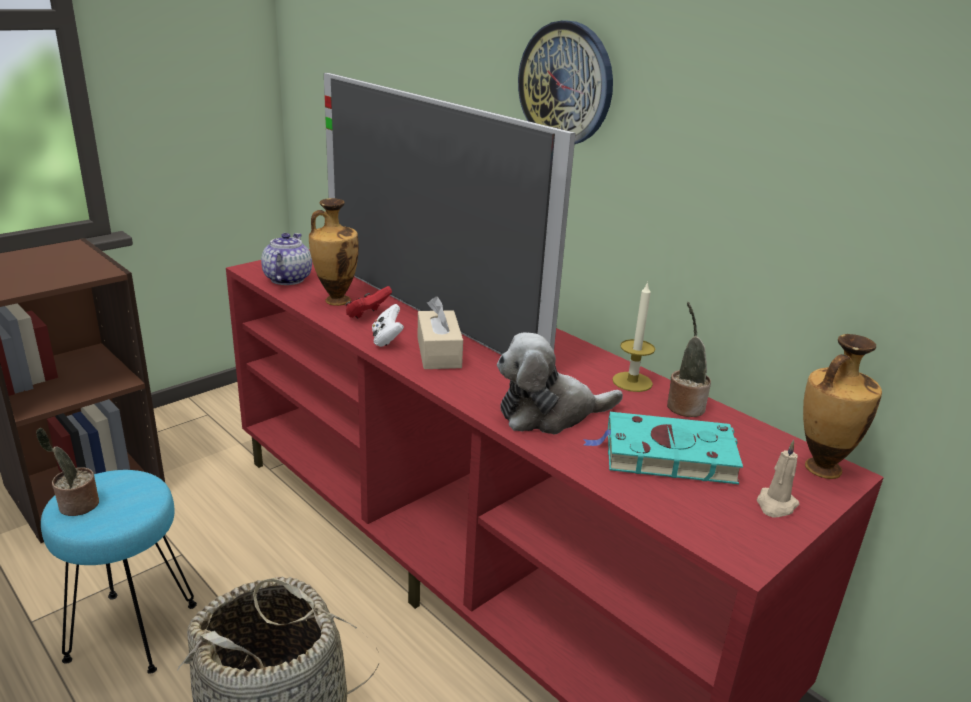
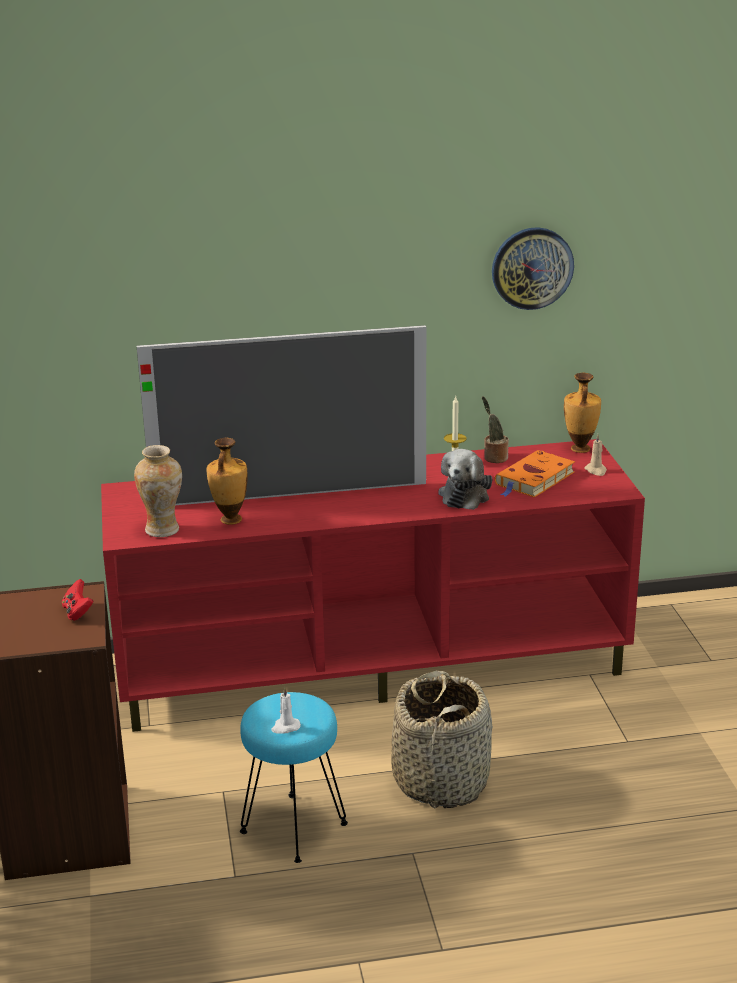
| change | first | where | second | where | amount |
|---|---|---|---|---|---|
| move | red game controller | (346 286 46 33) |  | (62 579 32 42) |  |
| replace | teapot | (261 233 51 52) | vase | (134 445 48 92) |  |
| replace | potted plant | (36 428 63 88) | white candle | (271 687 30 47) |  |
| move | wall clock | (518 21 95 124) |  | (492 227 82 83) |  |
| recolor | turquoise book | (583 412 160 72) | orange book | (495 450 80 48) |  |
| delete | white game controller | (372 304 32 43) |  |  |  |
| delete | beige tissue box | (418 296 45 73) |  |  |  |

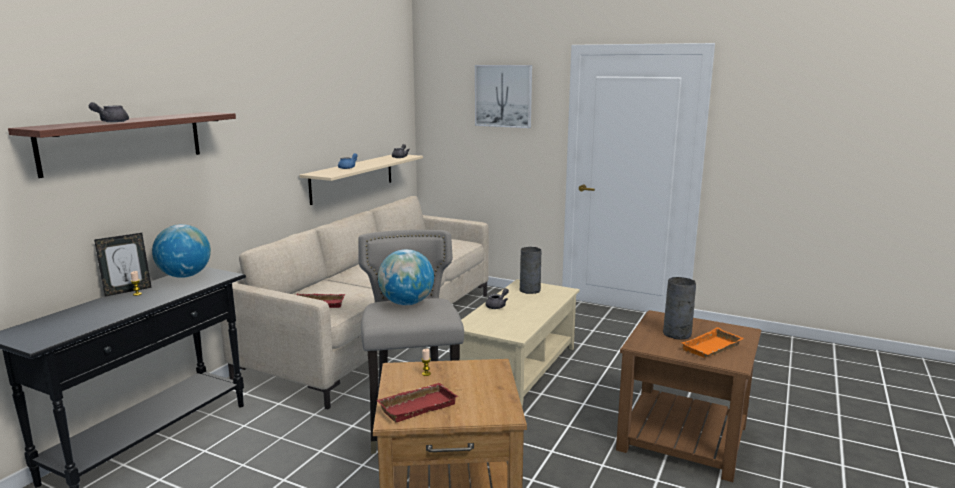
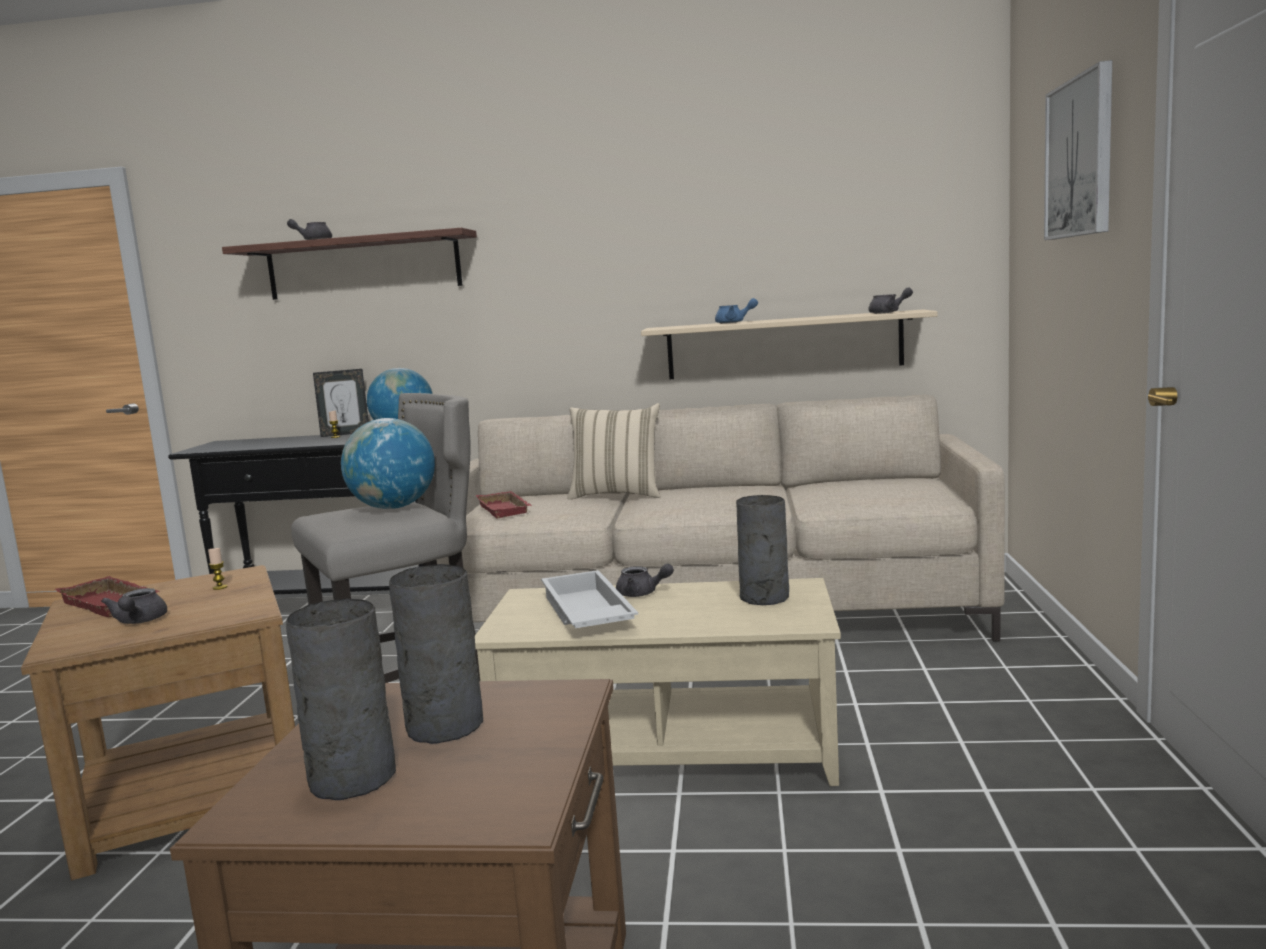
| change | first | where | second | where | amount |
|---|---|---|---|---|---|
| insert |  |  | grey teapot | (101 588 66 36) |  |
| replace | orange tray | (681 327 63 31) | grey vase | (286 598 110 202) |  |
| rotate | picture frame | (94 233 58 64) |  | (313 369 56 68) | 45 degrees counterclockwise |
| insert |  |  | white tray | (541 570 97 58) |  |
| insert |  |  | beige pillow | (567 403 93 96) |  |

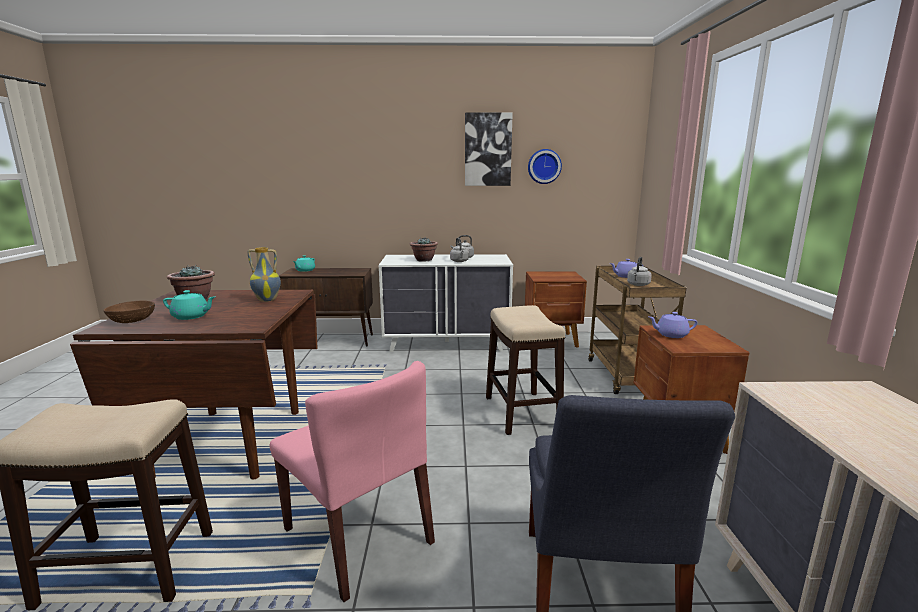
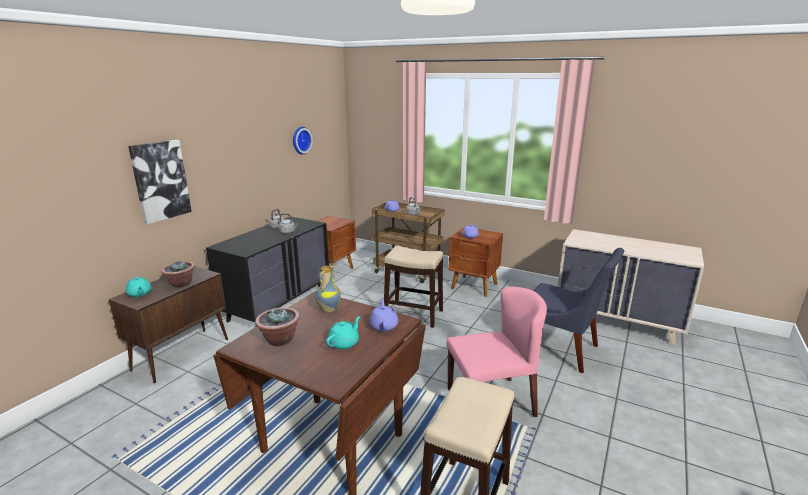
| change | first | where | second | where | amount |
|---|---|---|---|---|---|
| move | picture | (465 112 48 74) |  | (128 140 64 84) |  |
| move | potted plant | (410 237 28 25) |  | (161 260 34 28) |  |
| recolor | white dresser | (379 254 134 98) | black dresser | (206 217 123 110) |  |
| insert |  |  | purple teapot | (369 300 29 32) |  |
| delete | brown bowl | (103 301 52 22) |  |  |  |

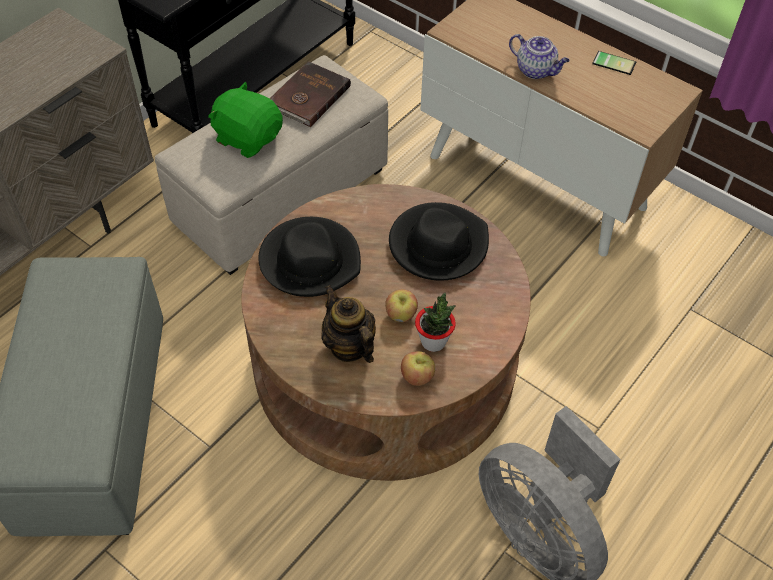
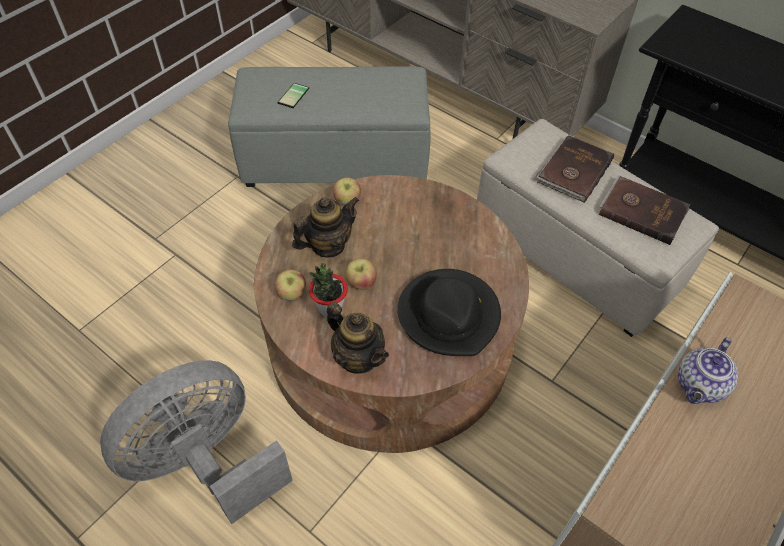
| change | first | where | second | where | amount |
|---|---|---|---|---|---|
| move | phone | (592 51 44 24) |  | (277 83 32 25) |  |
| insert |  |  | teapot | (327 302 62 72) |  |
| insert |  |  | apple | (333 177 28 29) |  |
| replace | green plush toy | (208 82 75 76) | brown book | (533 135 81 68) |  |
| delete | black hat | (258 217 103 80) |  |  |  |

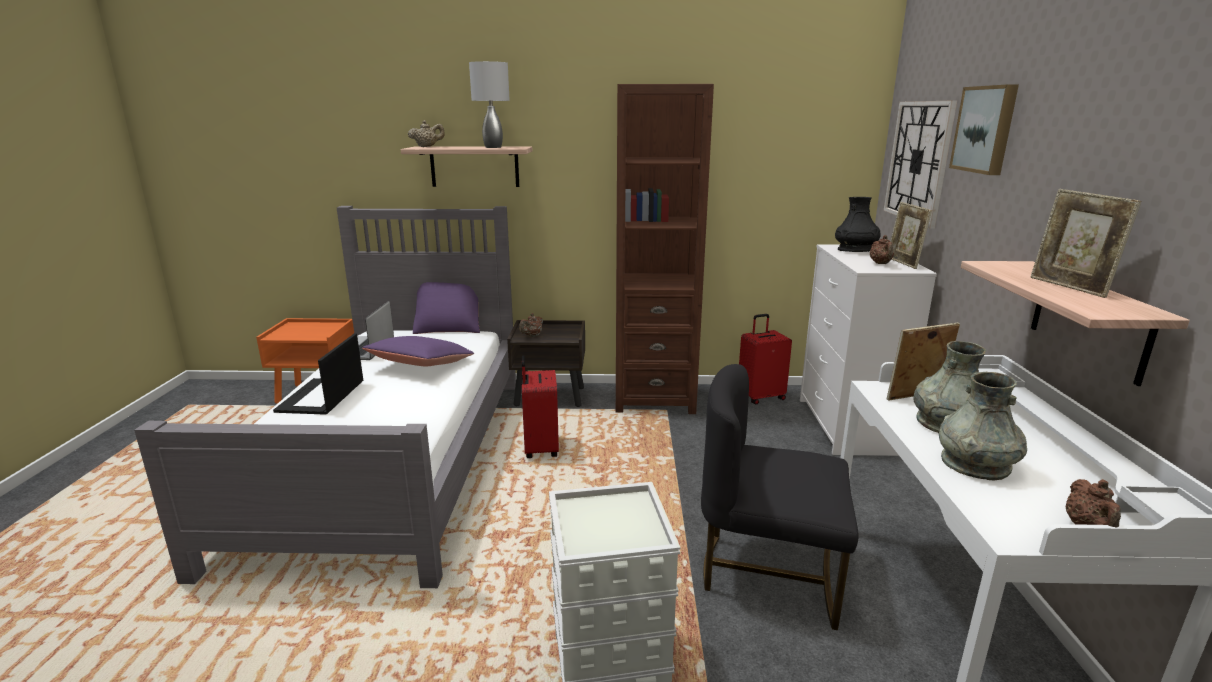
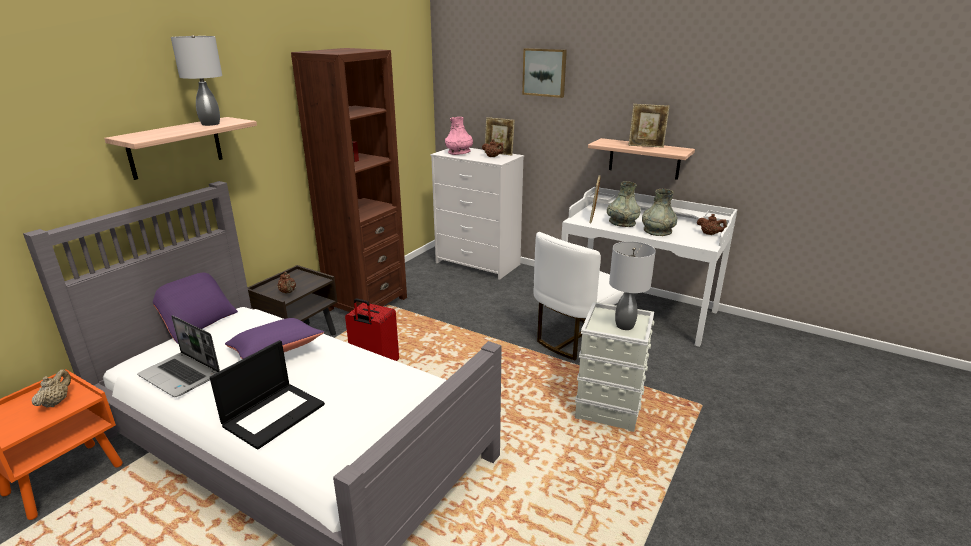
| change | first | where | second | where | amount |
|---|---|---|---|---|---|
| move | beige teapot | (408 120 37 27) |  | (32 370 39 38) |  |
| rotate | laptop | (273 334 90 81) |  | (210 340 115 110) | 90 degrees counterclockwise |
| recolor | black vase | (835 197 46 55) | pink vase | (445 117 28 38) |  |
| recolor | black chair | (701 364 158 266) | white chair | (534 232 90 128) |  |
| insert |  |  | grey table lamp | (609 241 47 89) |  |
| delete | red suitcase | (739 314 53 90) |  |  |  |
| delete | wall clock | (884 100 73 129) |  |  |  |

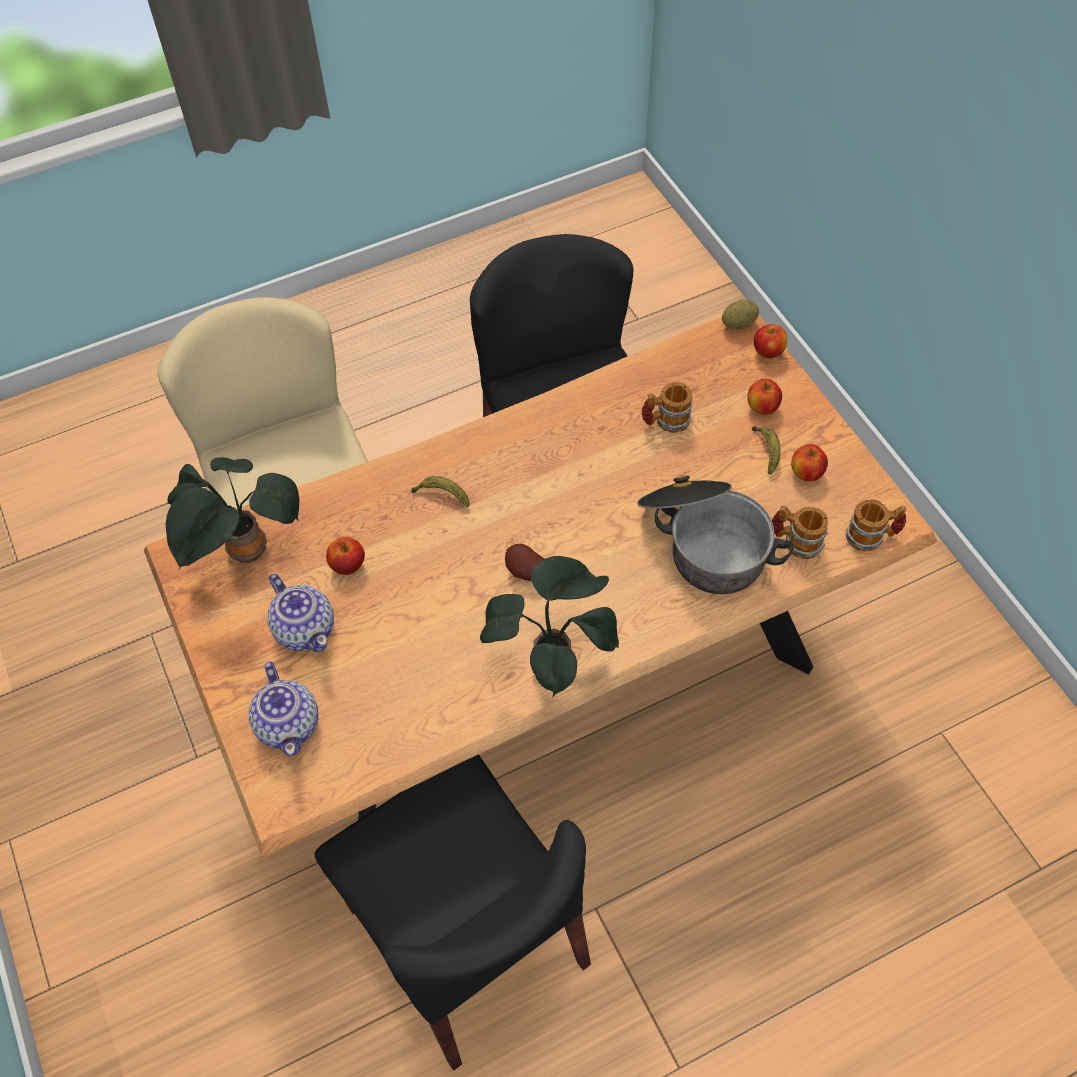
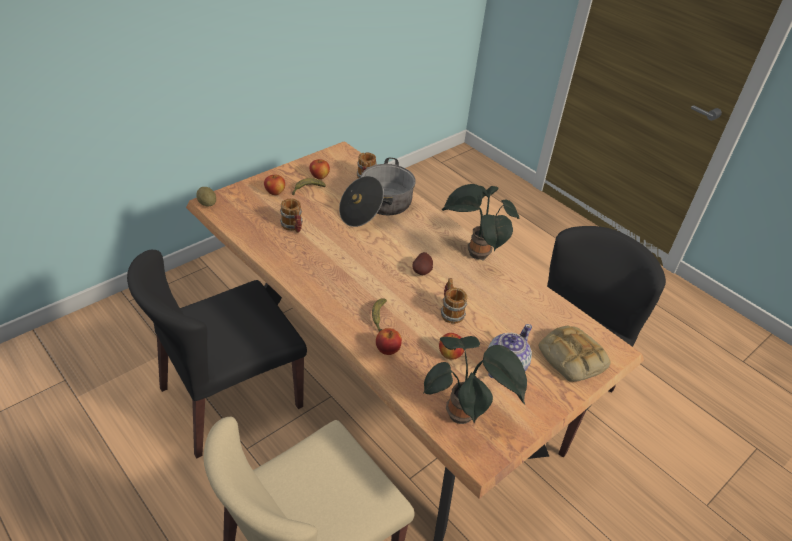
| change | first | where | second | where | amount |
|---|---|---|---|---|---|
| move | apple | (754 324 33 34) |  | (376 328 26 27) |  |
| move | mug | (846 499 60 53) |  | (440 278 28 46) |  |
| replace | teapot | (249 661 70 95) | bread | (538 325 73 57) |  |

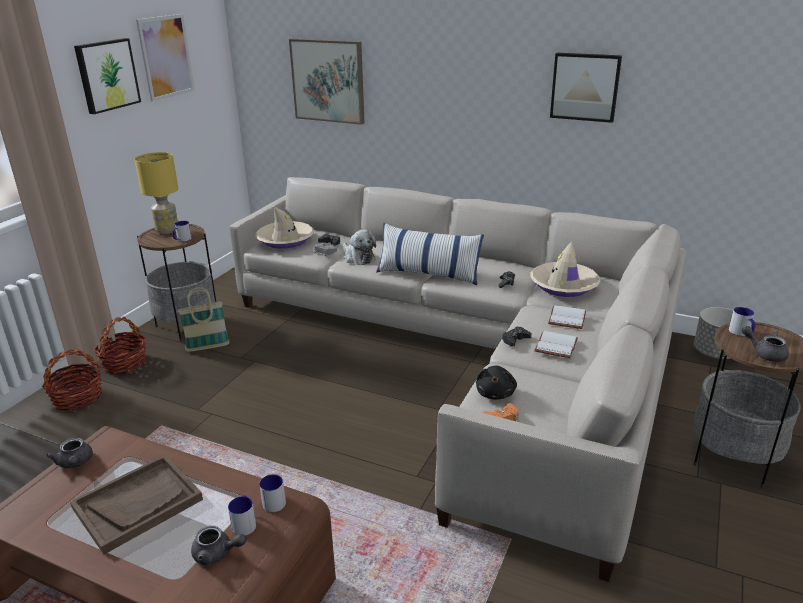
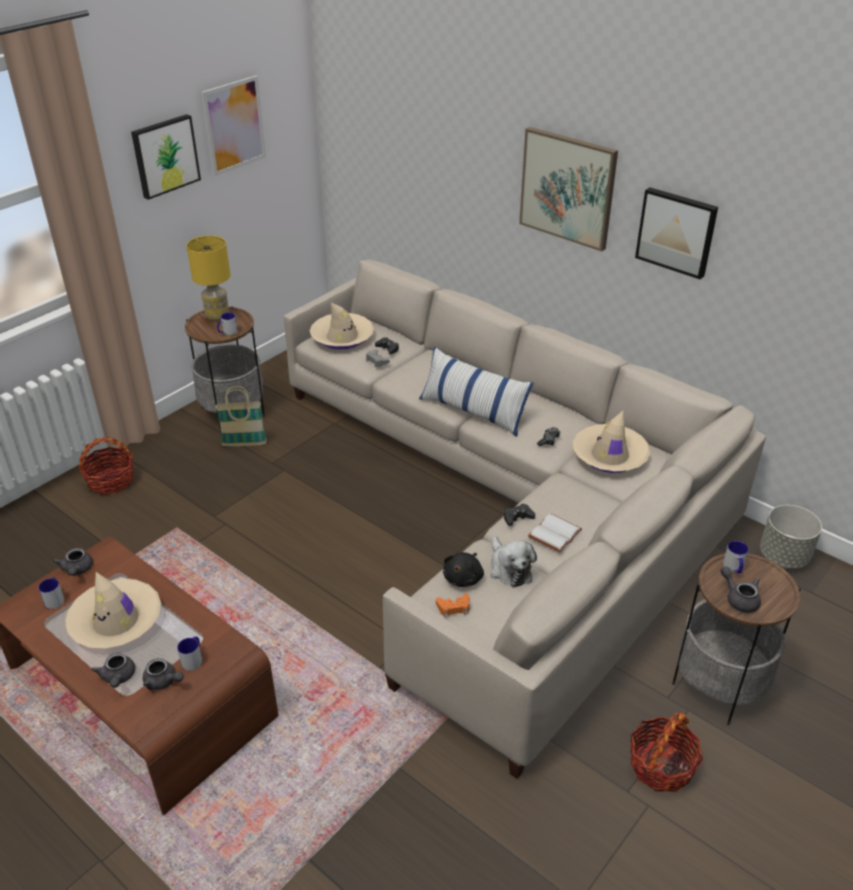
| change | first | where | second | where | amount |
|---|---|---|---|---|---|
| move | mug | (259 474 27 38) |  | (38 577 27 32) |  |
| replace | brown tray | (70 454 133 101) | beige hat | (65 572 96 77) |  |
| insert |  |  | grey teapot | (92 653 43 35) |  |
| move | plush toy | (343 229 33 36) |  | (491 536 46 52) |  |
| move | picture | (289 39 76 86) |  | (519 127 99 124) |  |
| move | basket | (94 316 53 58) |  | (630 712 73 80) |  |
| delete | white book | (548 305 38 24) |  |  |  |

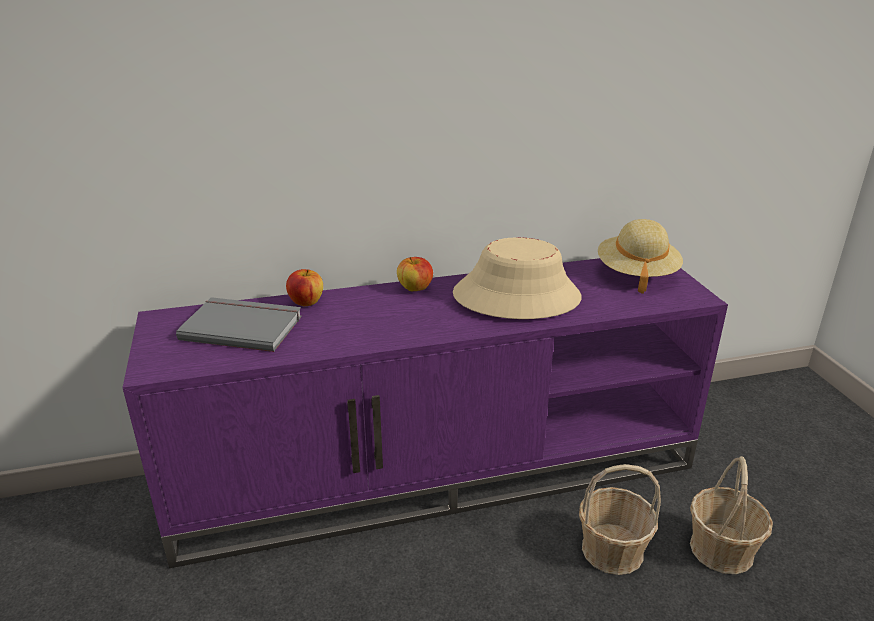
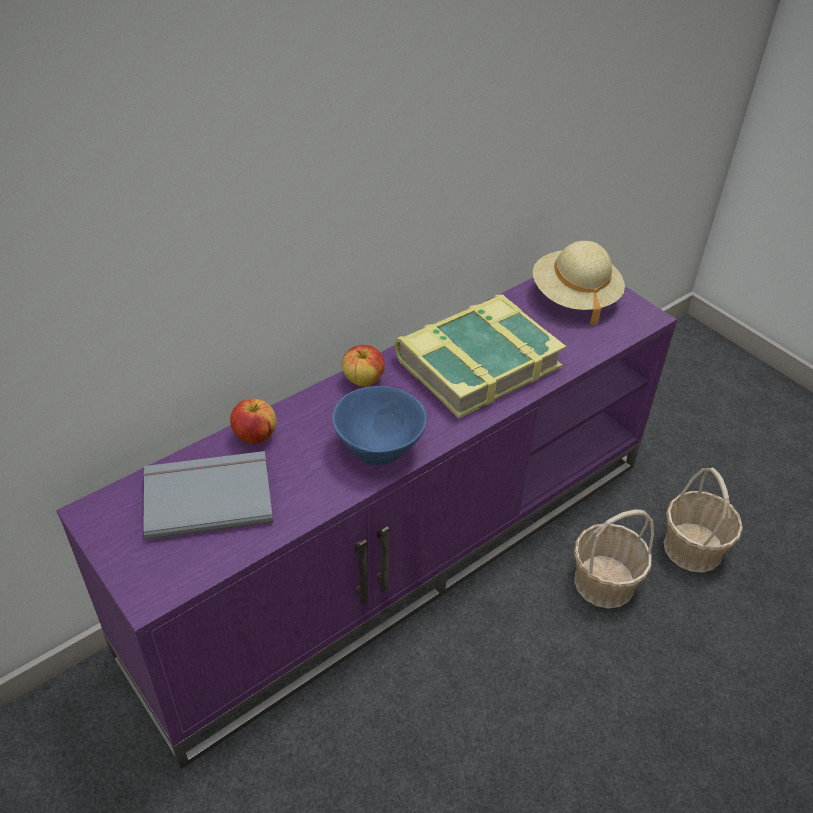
| change | first | where | second | where | amount |
|---|---|---|---|---|---|
| insert |  |  | blue bowl | (332 386 95 79) |  |
| replace | beige hat | (453 237 129 82) | book | (395 295 171 123) |  |

